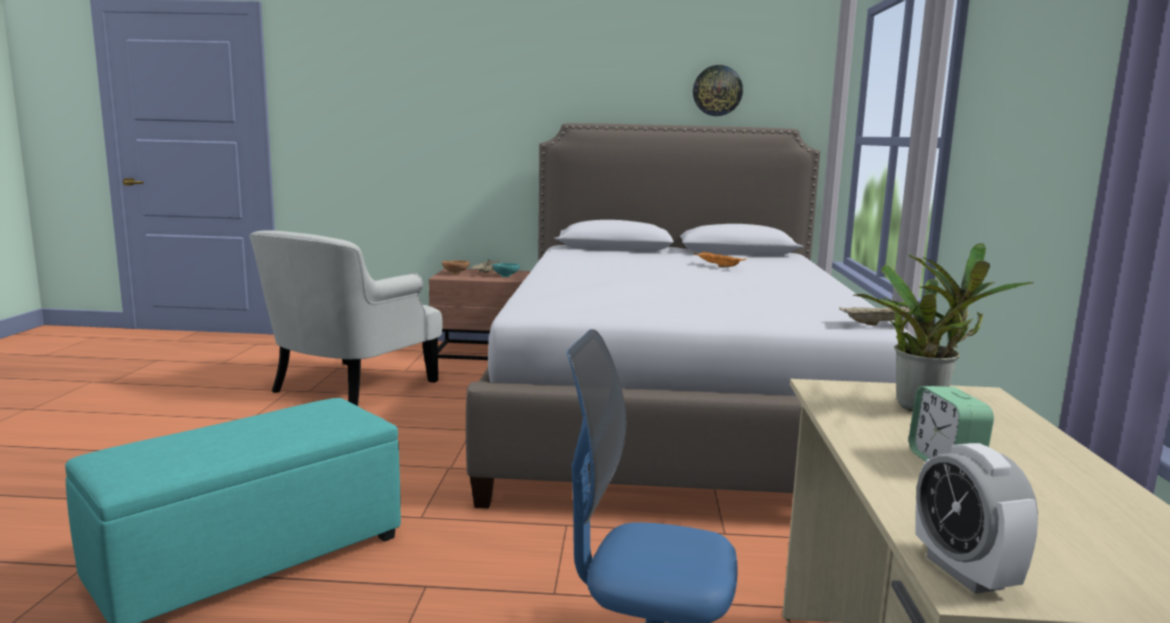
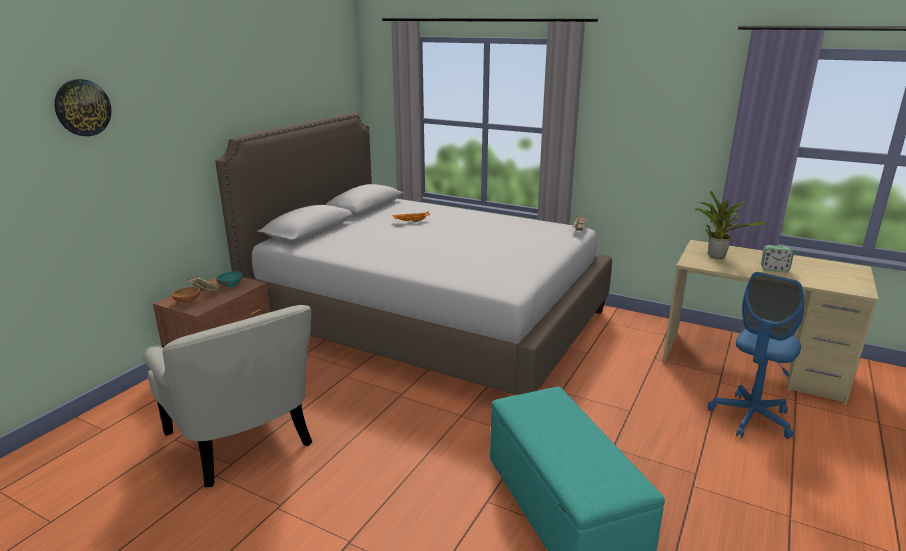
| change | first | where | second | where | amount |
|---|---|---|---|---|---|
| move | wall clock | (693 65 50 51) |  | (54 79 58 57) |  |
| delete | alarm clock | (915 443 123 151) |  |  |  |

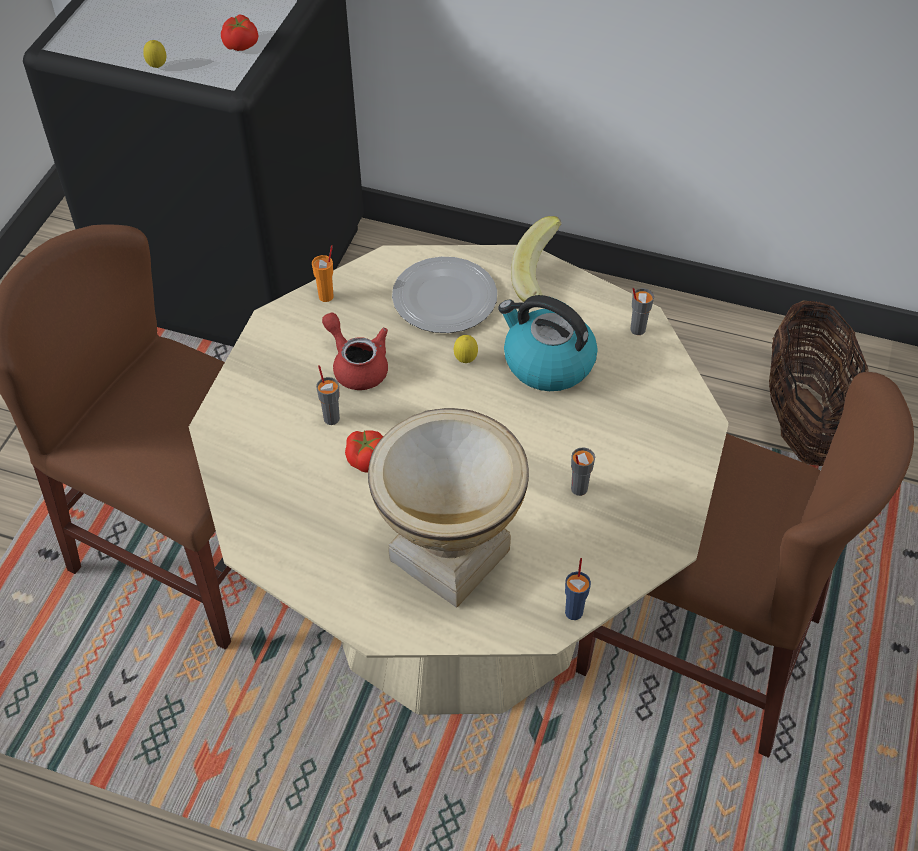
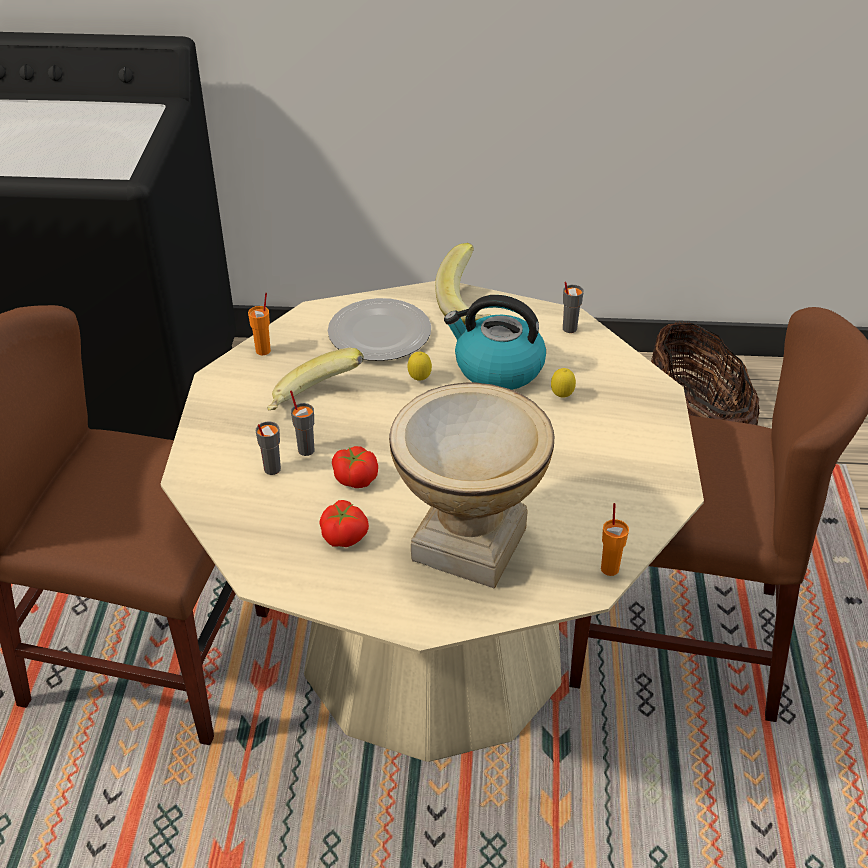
| change | first | where | second | where | amount |
|---|---|---|---|---|---|
| move | grey cup | (571 447 24 49) |  | (256 422 25 53) |  |
| replace | red teapot | (322 313 66 77) | banana | (267 348 97 62) |  |
| move | tomato | (221 15 37 36) |  | (319 500 50 47) |  |
| move | lemon | (143 40 23 28) |  | (551 368 25 30) |  |
| recolor | blue cup | (565 558 26 62) | orange cup | (601 503 28 73) |  |

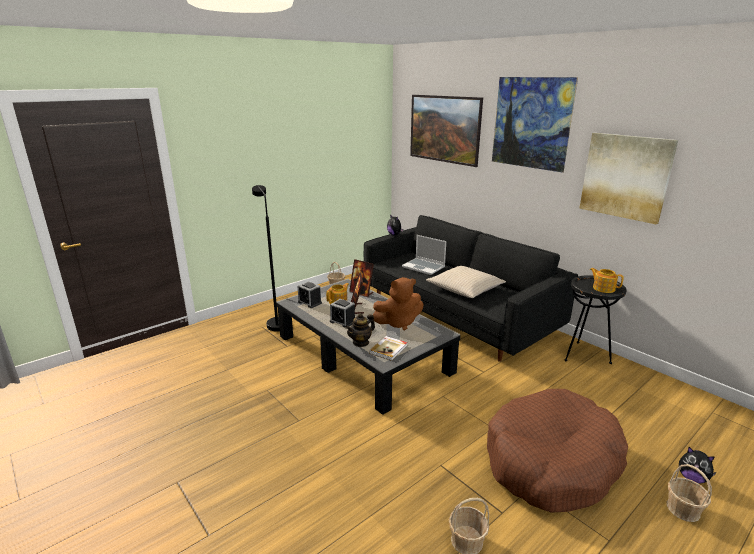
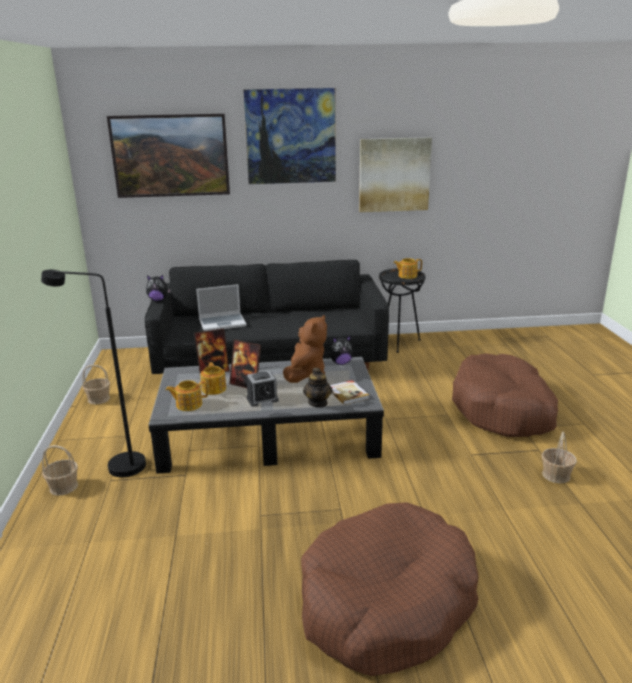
| change | first | where | second | where | amount |
|---|---|---|---|---|---|
| move | basket | (667 464 45 58) |  | (42 445 36 50) |  |
| replace | alarm clock | (298 281 24 27) | teapot | (166 380 42 31) |  |
| insert |  |  | brown dog bed | (301 502 178 174) |  |
| move | plush toy | (679 447 38 37) |  | (330 336 23 29) |  |
| delete | beige pillow | (426 266 80 32) |  |  |  |

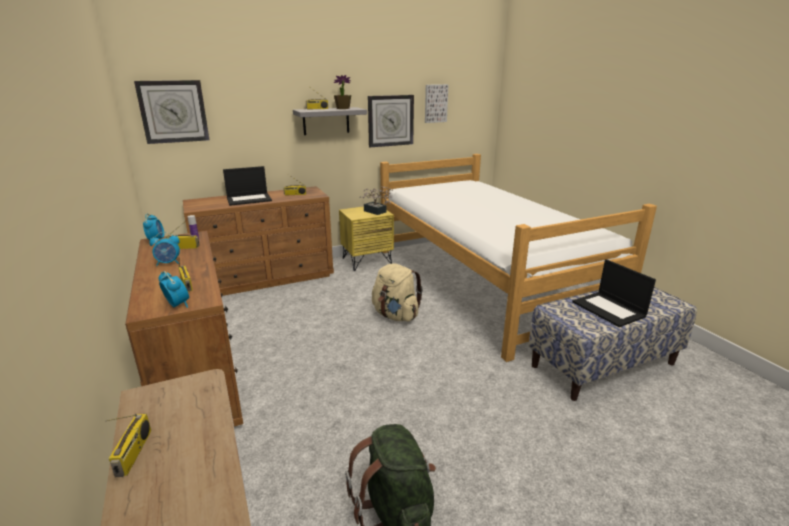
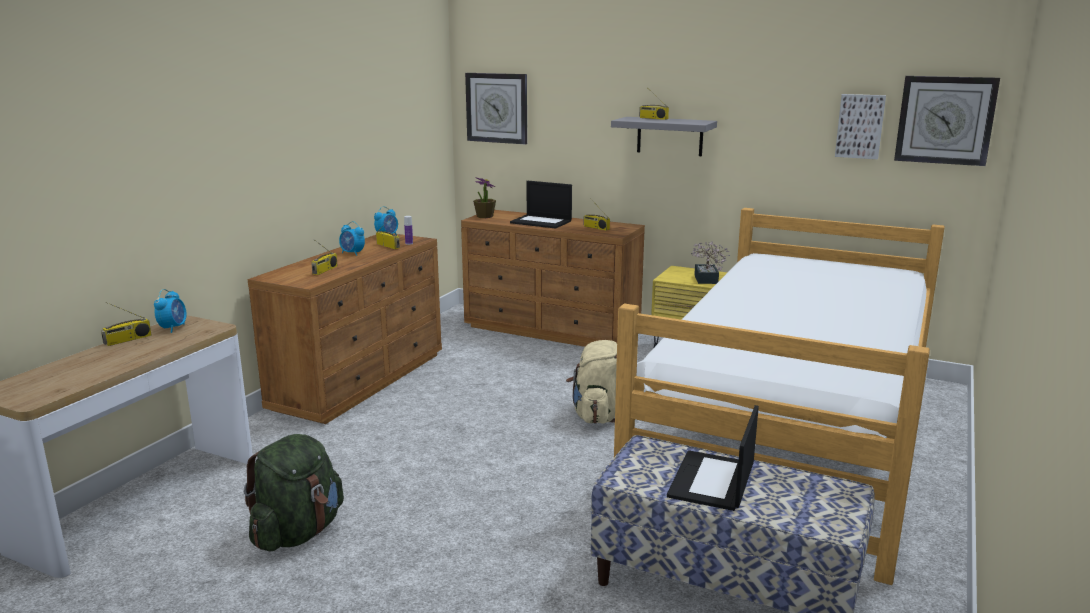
| change | first | where | second | where | amount |
|---|---|---|---|---|---|
| move | alarm clock | (159 271 30 37) |  | (154 289 32 44) |  |
| move | potted plant | (334 75 17 34) |  | (473 177 23 41) |  |
| move | wall clock | (368 95 46 52) |  | (894 76 106 90) |  |

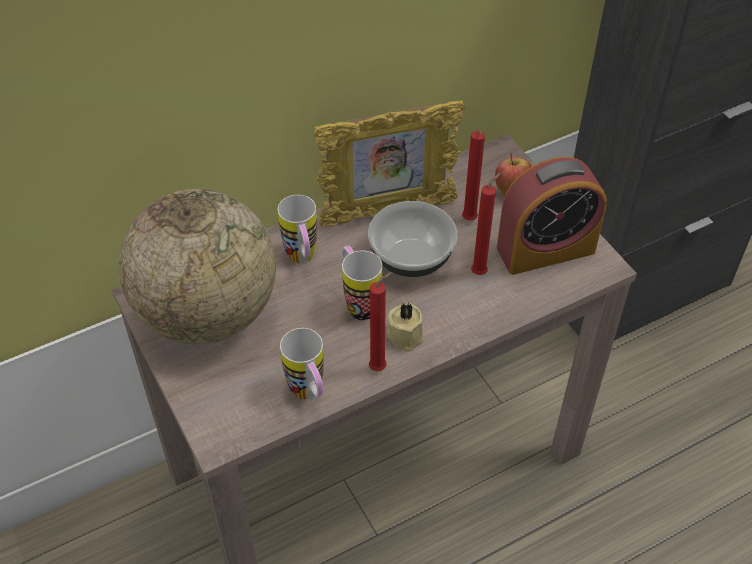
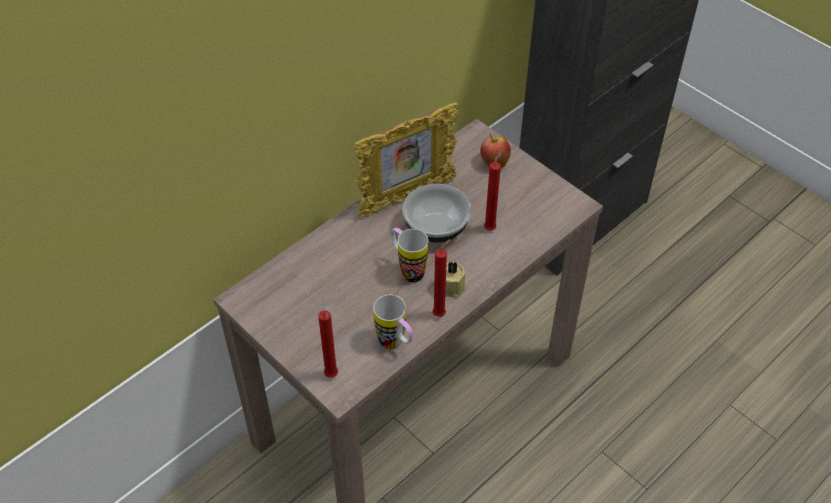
| change | first | where | second | where | amount |
|---|---|---|---|---|---|
| move | red candle | (462 130 23 91) |  | (318 310 20 68) |  |
| delete | globe | (118 189 158 155) |  |  |  |
| delete | mug | (278 195 39 68) |  |  |  |
| delete | alarm clock | (497 157 110 118) |  |  |  |

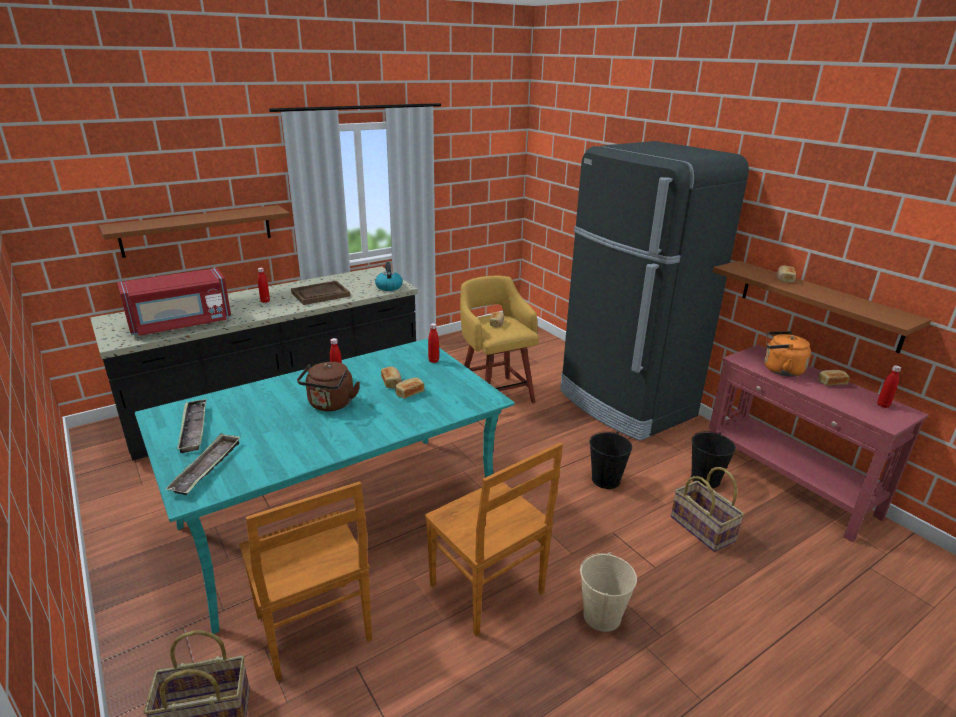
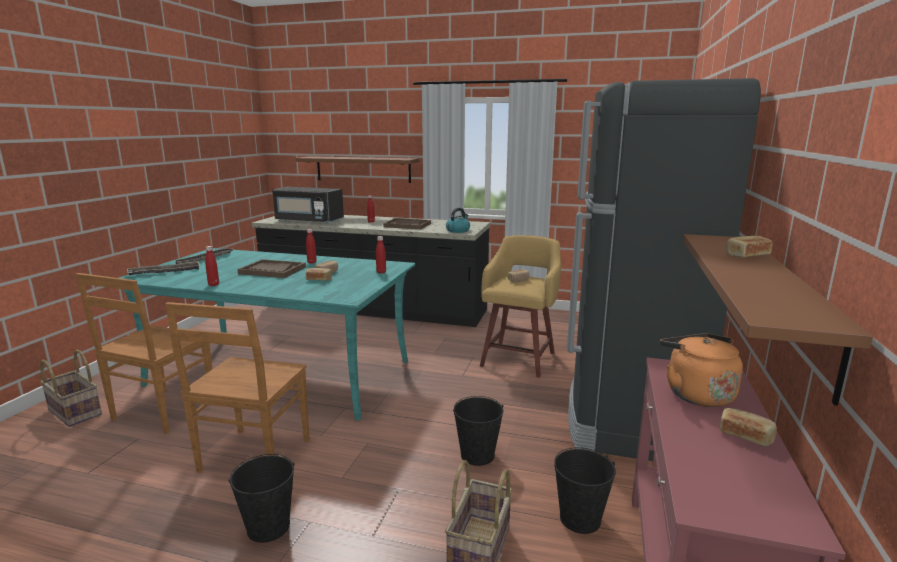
| change | first | where | second | where | amount |
|---|---|---|---|---|---|
| move | red bottle | (877 365 24 43) |  | (205 246 14 40) |  |
| recolor | beige bucket | (580 552 57 80) | black bucket | (228 454 66 89) |  |
| replace | brown kettle | (297 362 63 49) | brown tray | (238 259 68 19) |  |
| recolor | red microwave | (117 268 115 68) | black microwave | (272 187 72 37) |  |

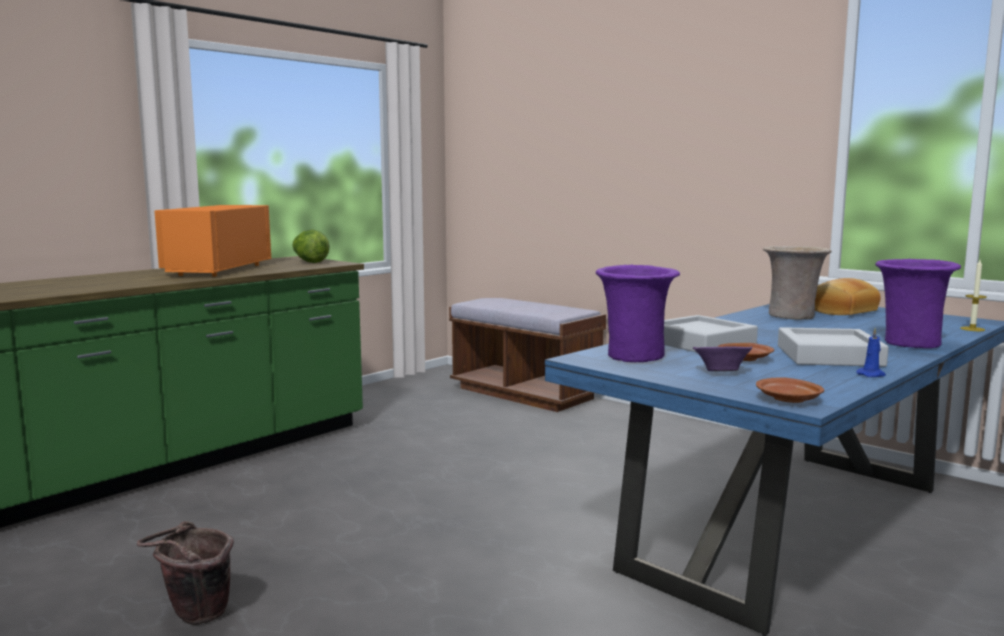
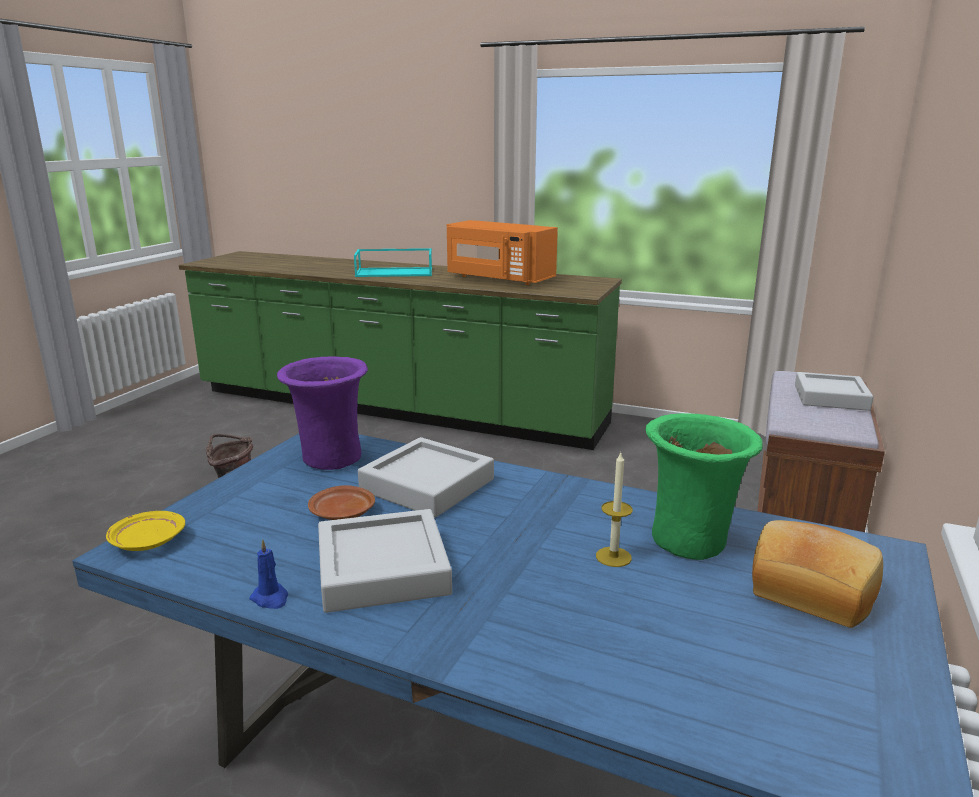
| change | first | where | second | where | amount |
|---|---|---|---|---|---|
| recolor | brown plate | (756 378 68 25) | yellow plate | (106 511 79 40) |  |
| insert |  |  | turquoise tray | (354 248 78 29) |  |
| rotate | orange microwave | (155 205 116 72) |  | (447 220 111 65) | 135 degrees counterclockwise |
| move | candle | (960 260 27 71) |  | (596 453 37 114) |  |
| recolor | beige vase | (763 246 68 74) | green vase | (645 413 118 147) |  |
| insert |  |  | grey tray | (795 372 78 39) |  |
| delete | lettuce | (292 230 38 33) |  |  |  |
| delete | purple bowl | (693 346 59 25) |  |  |  |
| delete | purple vase | (875 259 86 89) |  |  |  |

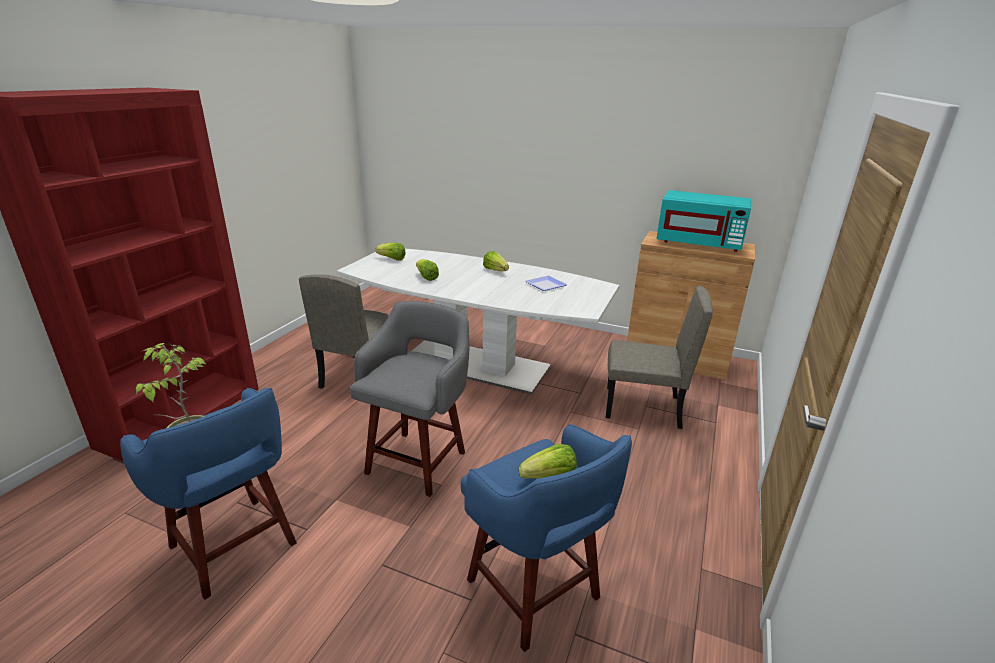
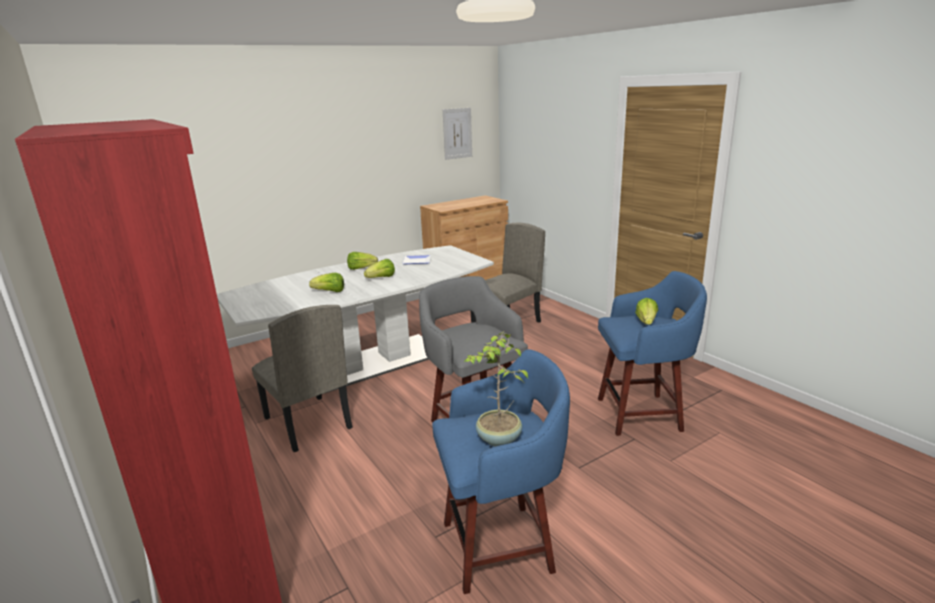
| change | first | where | second | where | amount |
|---|---|---|---|---|---|
| move | lettuce | (375 243 31 18) |  | (364 259 31 19) |  |
| insert |  |  | picture | (443 108 29 52) |  |
| delete | turquoise microwave | (656 190 95 62) |  |  |  |

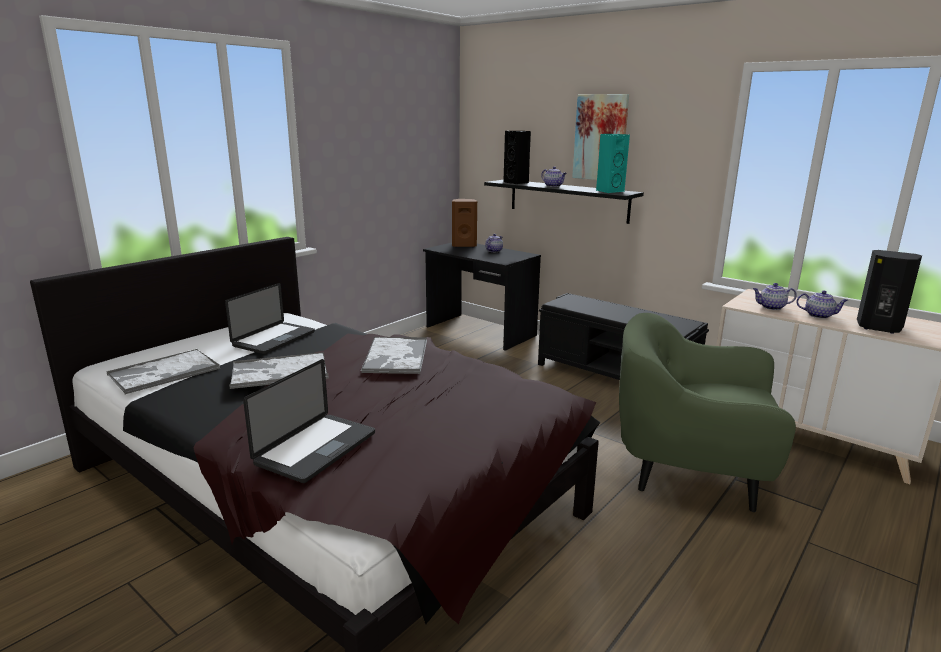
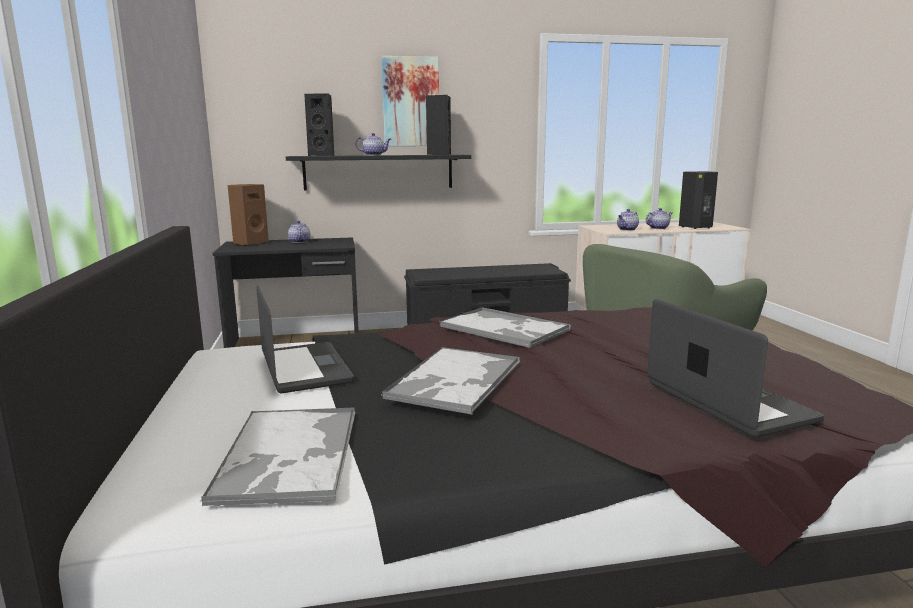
| change | first | where | second | where | amount |
|---|---|---|---|---|---|
| recolor | turquoise speaker | (596 134 34 59) | black speaker | (426 95 25 60) |  |

